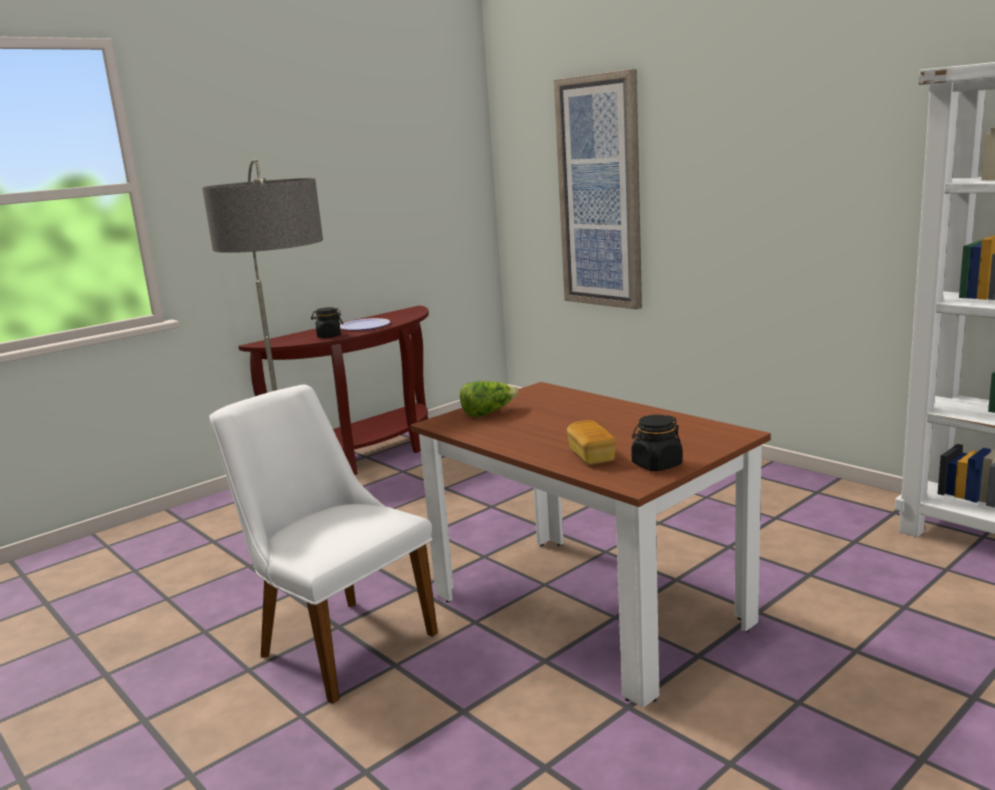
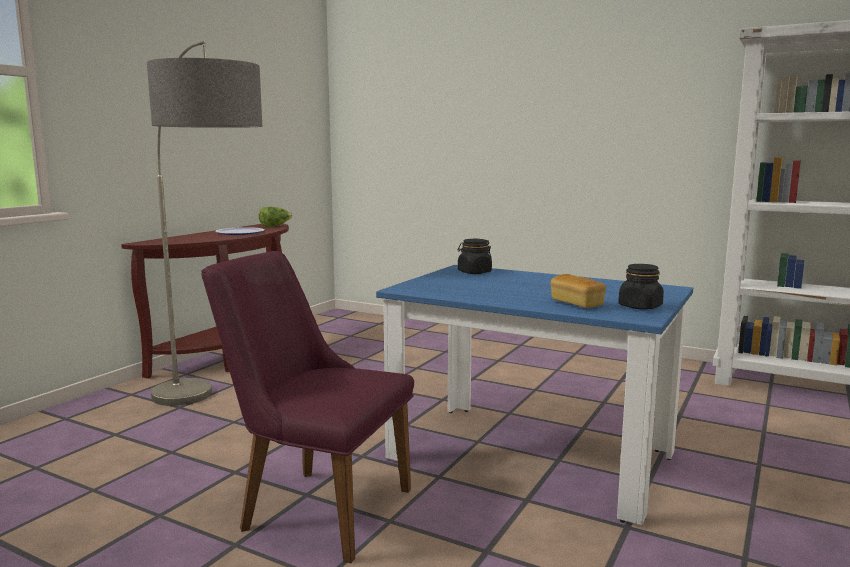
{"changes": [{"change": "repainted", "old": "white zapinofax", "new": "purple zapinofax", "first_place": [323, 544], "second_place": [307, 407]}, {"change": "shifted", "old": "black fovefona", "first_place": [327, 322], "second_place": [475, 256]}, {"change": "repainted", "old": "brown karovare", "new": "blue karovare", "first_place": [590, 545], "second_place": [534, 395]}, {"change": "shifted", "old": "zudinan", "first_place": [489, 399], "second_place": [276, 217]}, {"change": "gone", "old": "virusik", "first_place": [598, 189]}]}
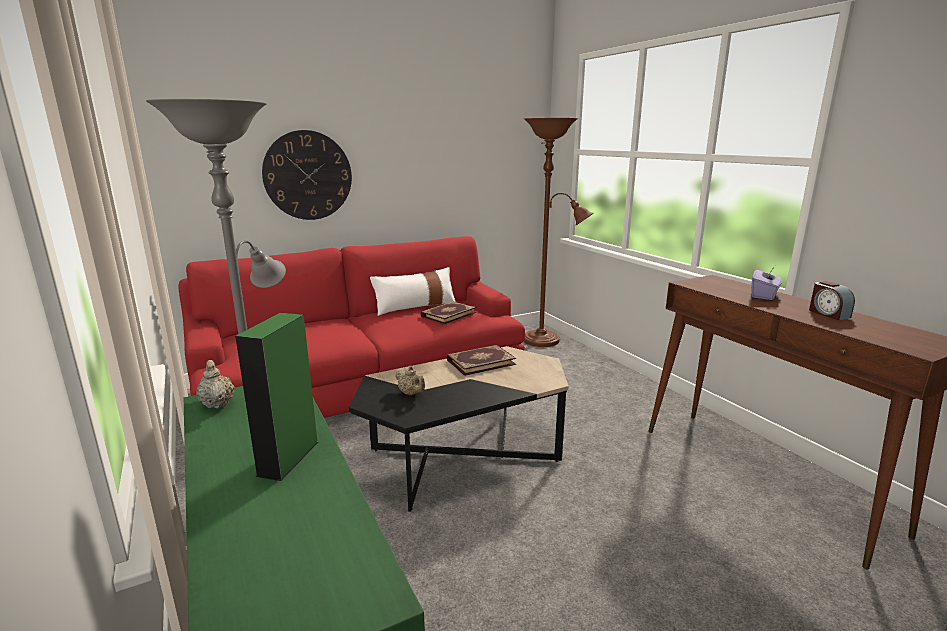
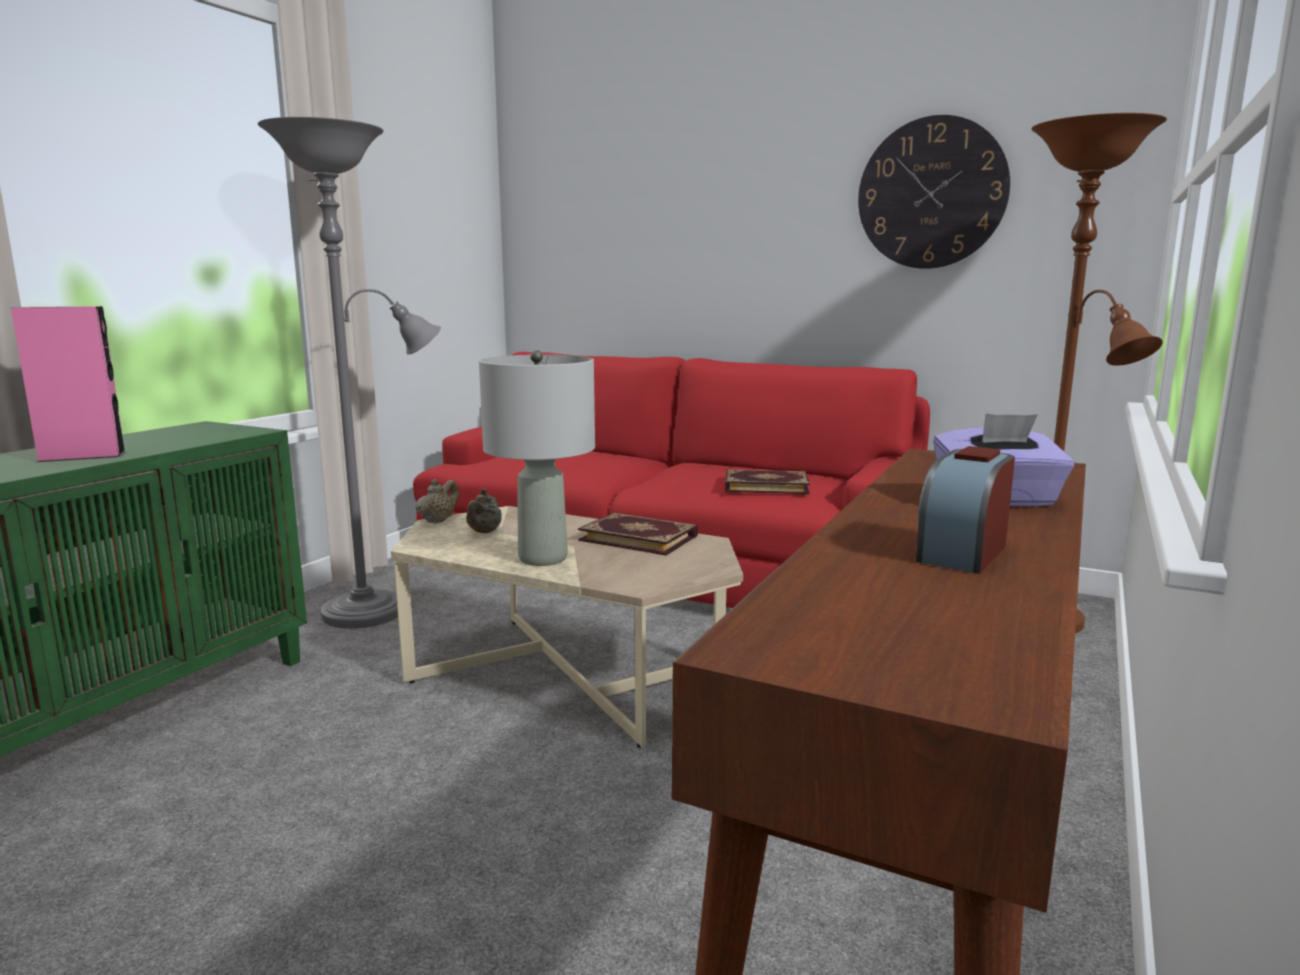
{"changes": [{"change": "shifted", "old": "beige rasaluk", "first_place": [215, 384], "second_place": [437, 501]}, {"change": "repainted", "old": "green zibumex", "new": "pink zibumex", "first_place": [276, 397], "second_place": [68, 384]}, {"change": "shifted", "old": "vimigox", "first_place": [307, 175], "second_place": [934, 192]}, {"change": "repainted", "old": "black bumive", "new": "beige bumive", "first_place": [458, 429], "second_place": [567, 627]}, {"change": "gone", "old": "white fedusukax", "first_place": [413, 291]}, {"change": "new", "new": "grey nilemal", "second_place": [537, 458]}]}
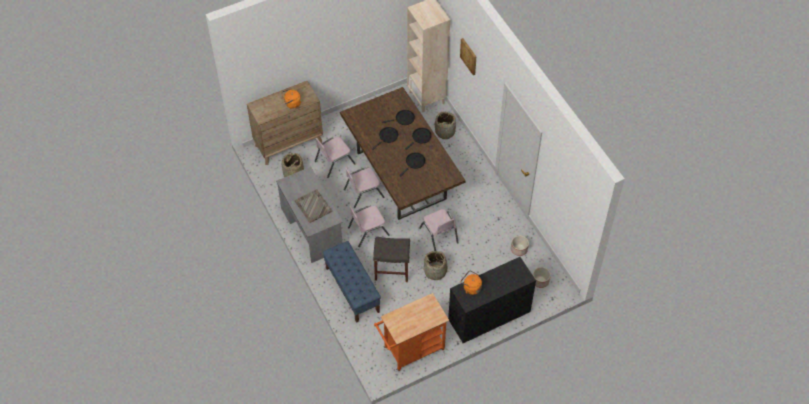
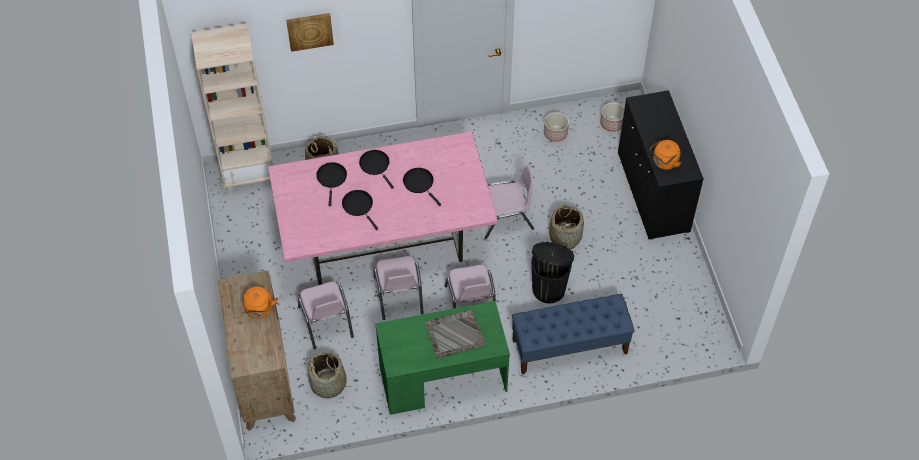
{"changes": [{"change": "repainted", "old": "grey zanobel", "new": "green zanobel", "first_place": [309, 215], "second_place": [442, 358]}, {"change": "repainted", "old": "brown karovare", "new": "pink karovare", "first_place": [402, 153], "second_place": [383, 208]}, {"change": "swapped", "old": "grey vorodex", "new": "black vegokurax", "first_place": [391, 259], "second_place": [552, 272]}, {"change": "gone", "old": "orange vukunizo", "first_place": [411, 332]}]}
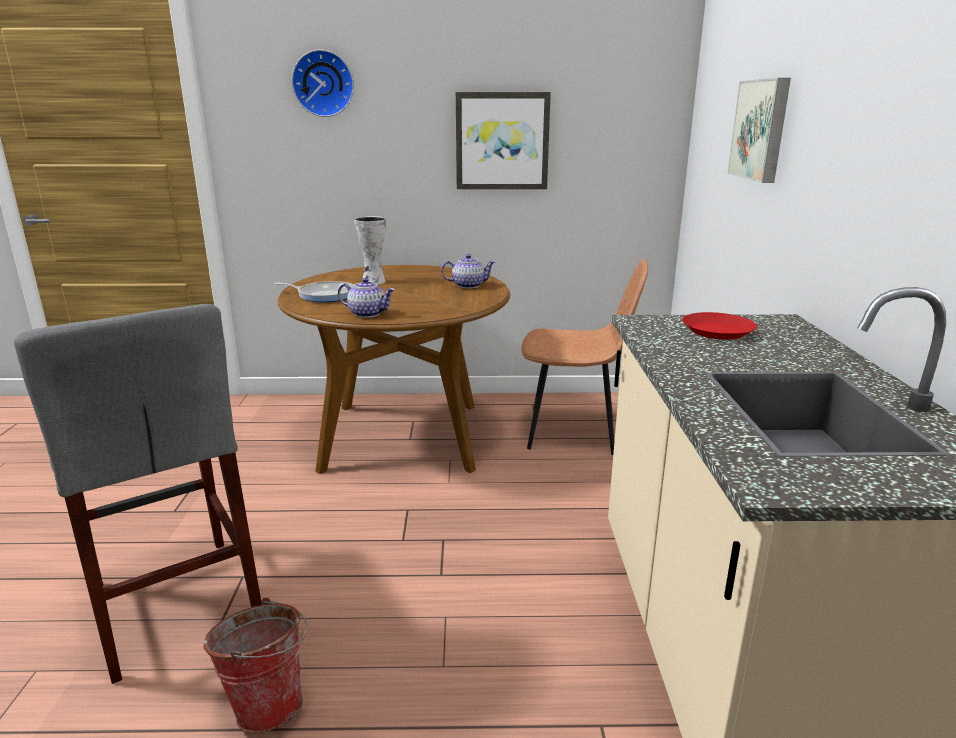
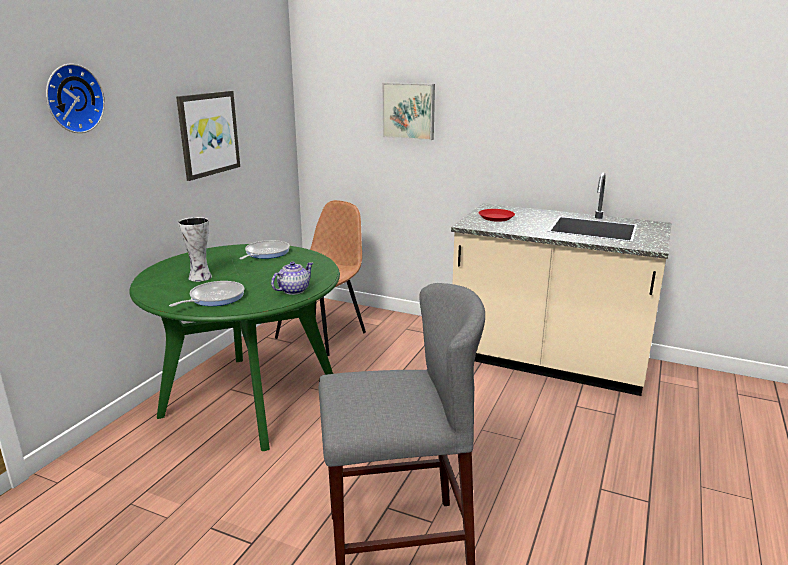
{"changes": [{"change": "gone", "old": "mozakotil", "first_place": [255, 665]}, {"change": "repainted", "old": "brown karovare", "new": "green karovare", "first_place": [393, 369], "second_place": [234, 347]}, {"change": "swapped", "old": "rasaluk", "new": "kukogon", "first_place": [468, 271], "second_place": [264, 249]}]}
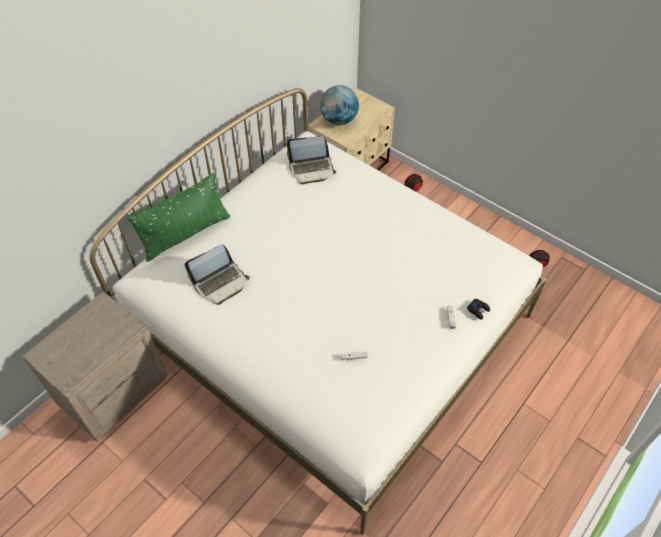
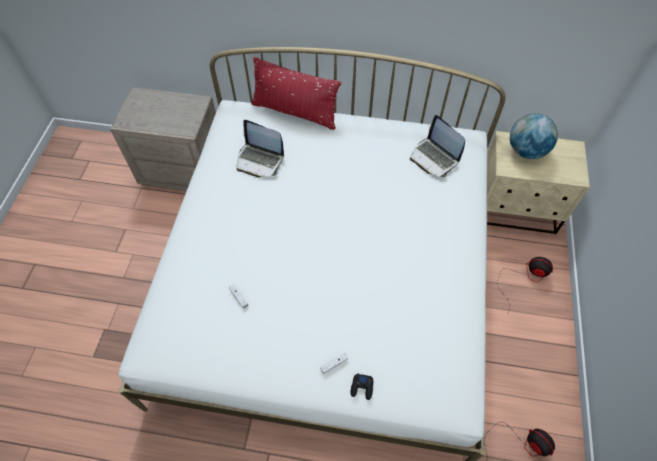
{"changes": [{"change": "repainted", "old": "green fedusukax", "new": "red fedusukax", "first_place": [178, 217], "second_place": [296, 93]}]}
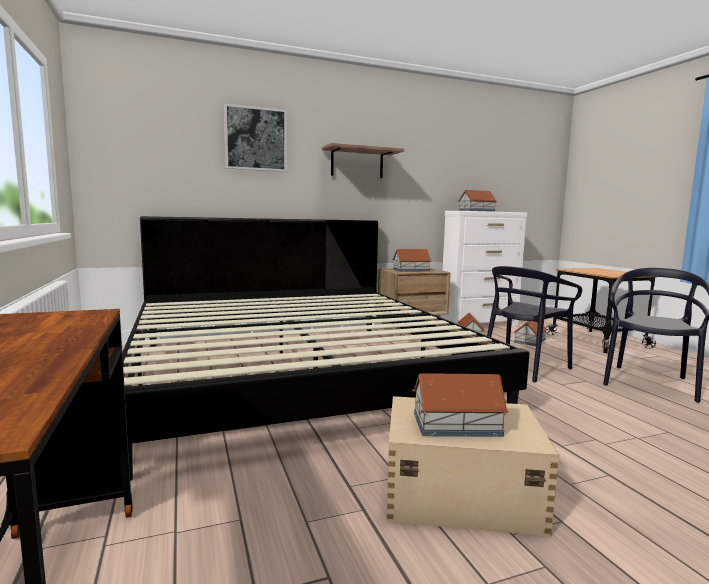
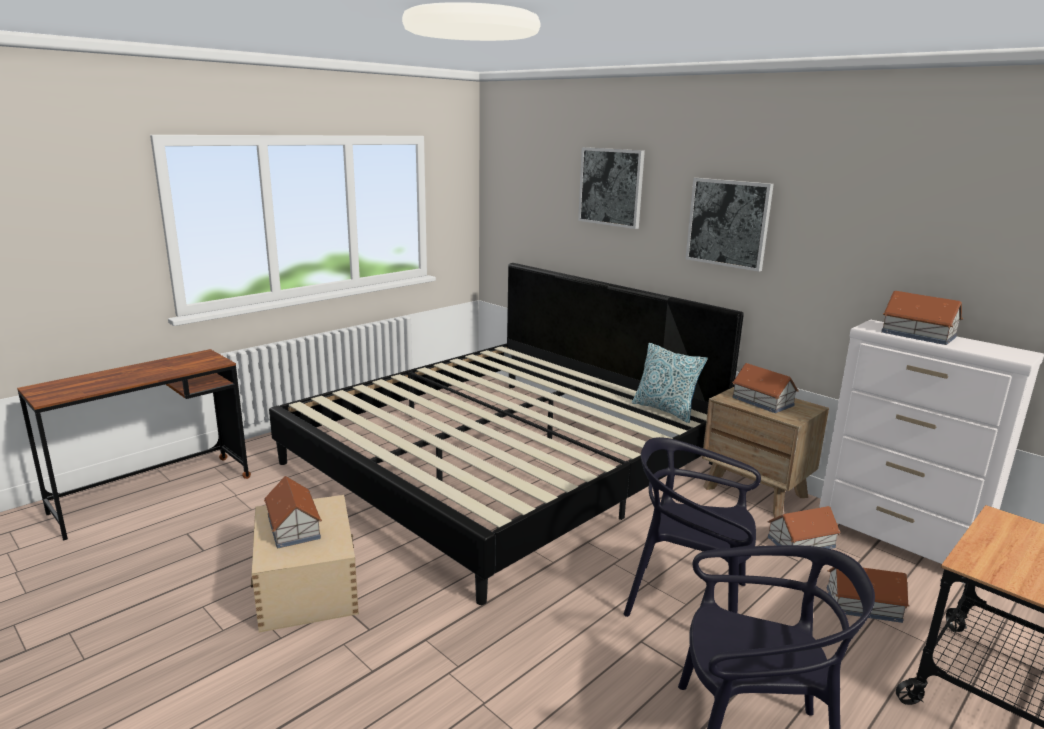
{"changes": [{"change": "swapped", "old": "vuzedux", "new": "virusik", "first_place": [363, 160], "second_place": [730, 225]}, {"change": "new", "new": "fedusukax", "second_place": [670, 383]}]}
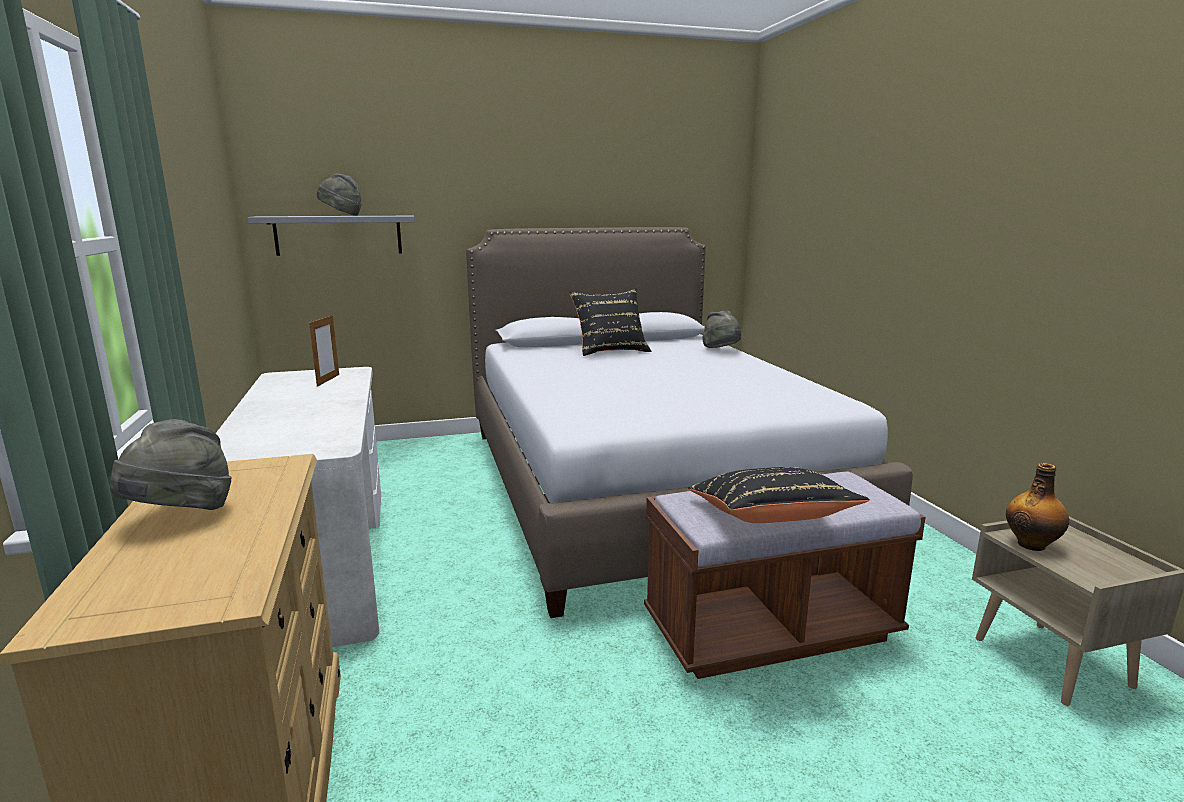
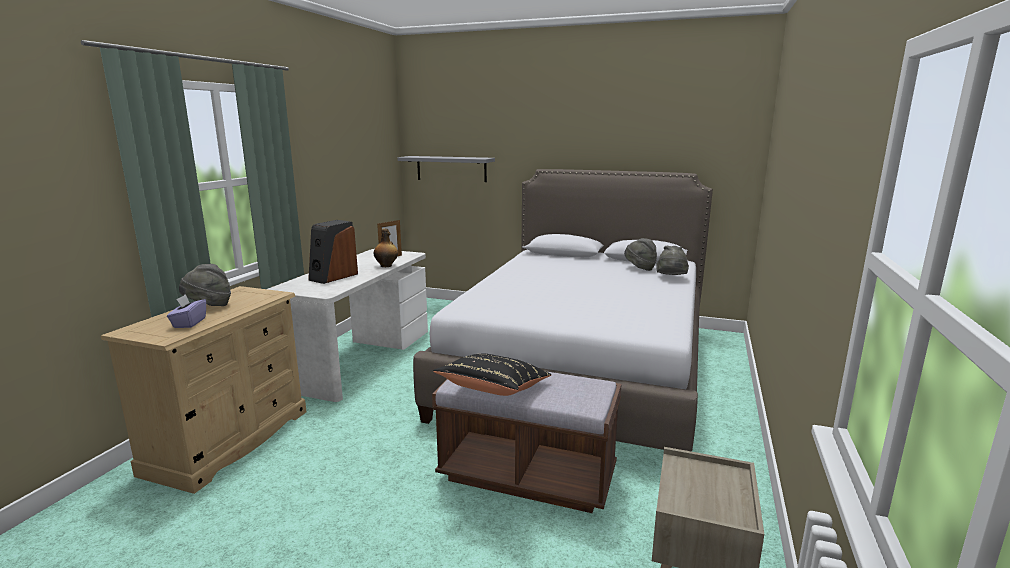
{"changes": [{"change": "shifted", "old": "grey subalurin", "first_place": [339, 194], "second_place": [640, 254]}, {"change": "gone", "old": "black fedusukax", "first_place": [610, 322]}, {"change": "shifted", "old": "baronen", "first_place": [1037, 507], "second_place": [386, 248]}, {"change": "new", "new": "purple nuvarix", "second_place": [186, 311]}, {"change": "new", "new": "zibumex", "second_place": [333, 252]}]}
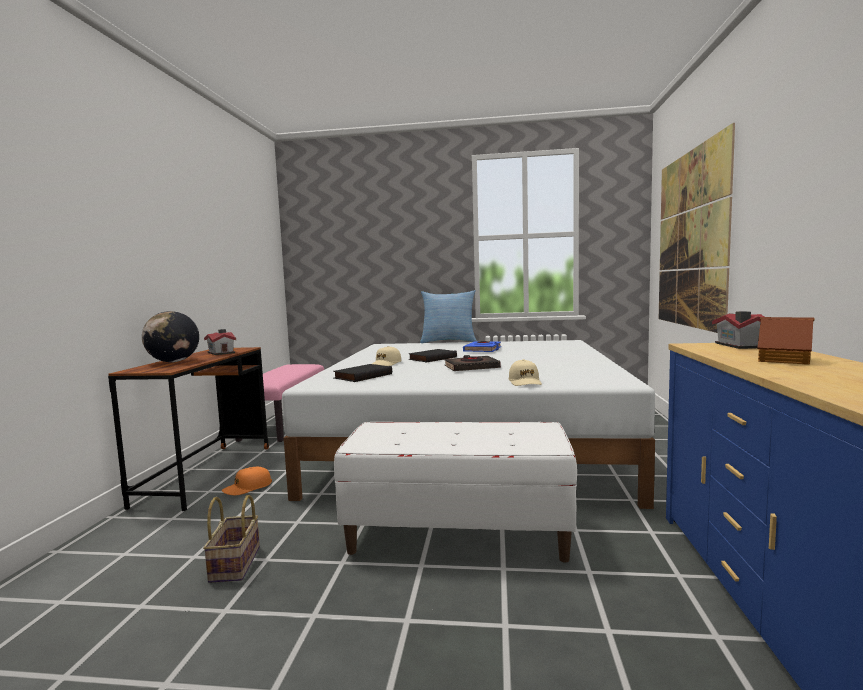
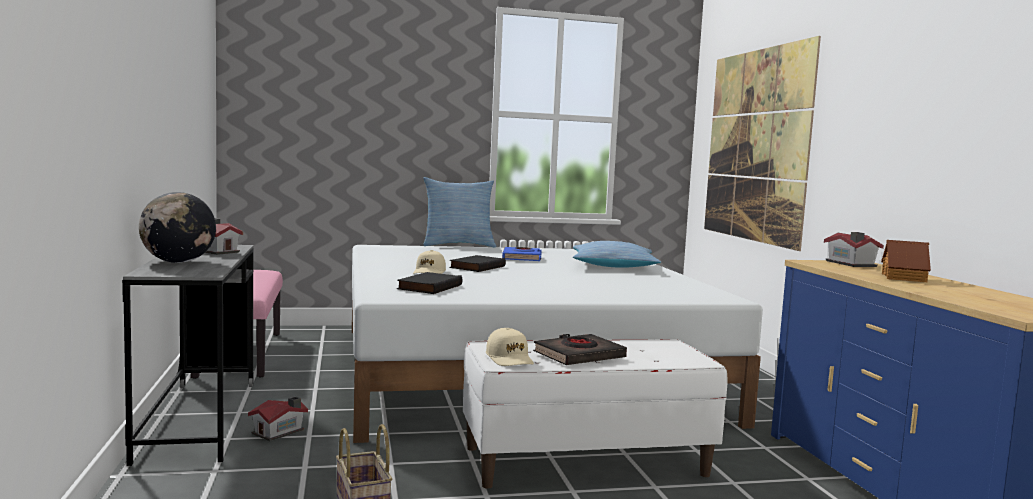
{"changes": [{"change": "repainted", "old": "brown zanobel", "new": "grey zanobel", "first_place": [188, 429], "second_place": [188, 355]}, {"change": "swapped", "old": "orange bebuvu", "new": "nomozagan", "first_place": [247, 481], "second_place": [278, 418]}, {"change": "shifted", "old": "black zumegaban", "first_place": [472, 363], "second_place": [580, 349]}, {"change": "shifted", "old": "beige bebuvu", "first_place": [525, 372], "second_place": [510, 347]}, {"change": "new", "new": "fedusukax", "second_place": [617, 254]}]}
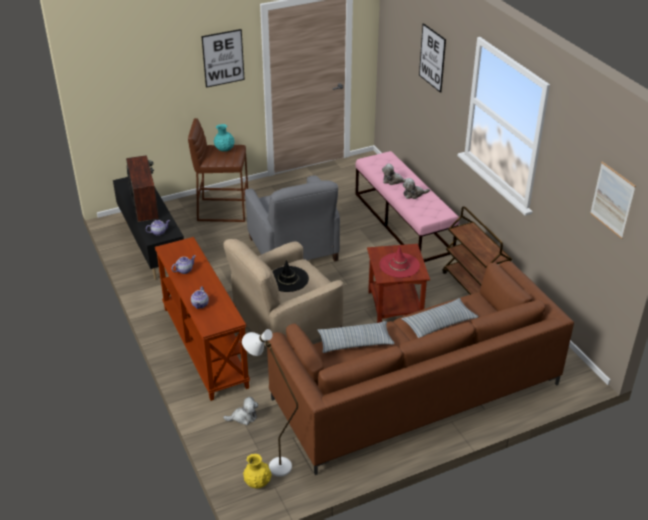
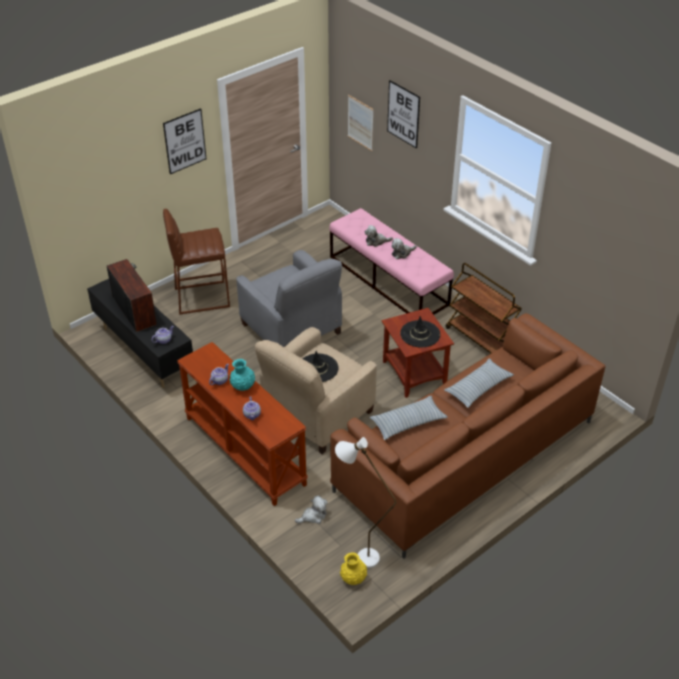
{"changes": [{"change": "shifted", "old": "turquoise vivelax", "first_place": [224, 138], "second_place": [242, 375]}, {"change": "repainted", "old": "red subalurin", "new": "black subalurin", "first_place": [399, 262], "second_place": [420, 332]}, {"change": "shifted", "old": "virusik", "first_place": [613, 200], "second_place": [361, 123]}]}
